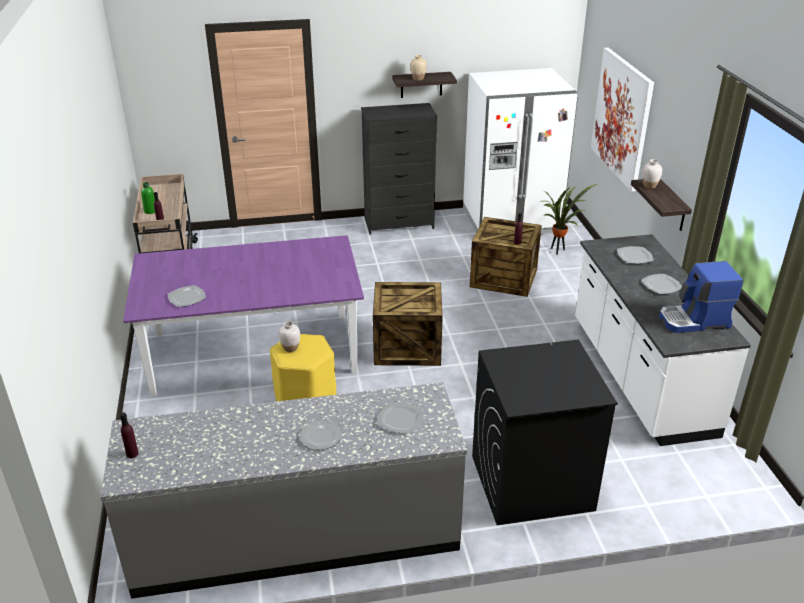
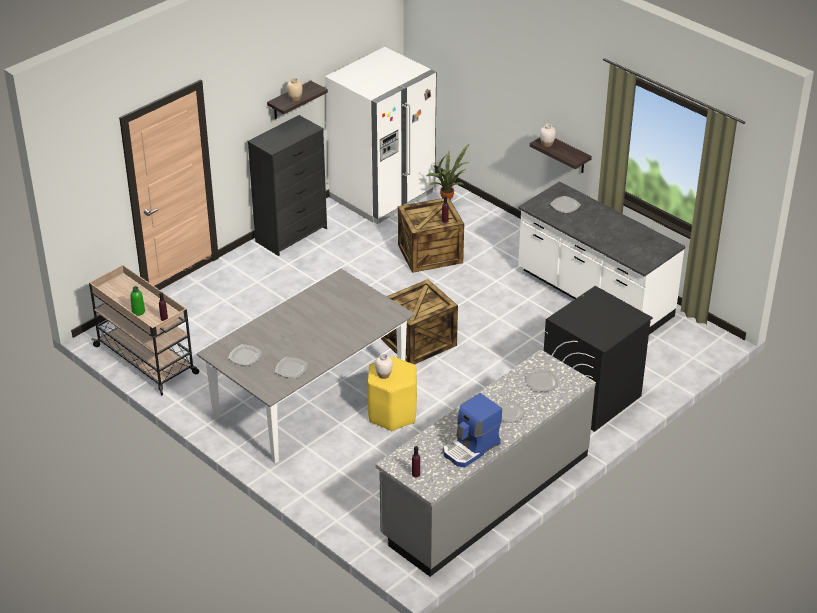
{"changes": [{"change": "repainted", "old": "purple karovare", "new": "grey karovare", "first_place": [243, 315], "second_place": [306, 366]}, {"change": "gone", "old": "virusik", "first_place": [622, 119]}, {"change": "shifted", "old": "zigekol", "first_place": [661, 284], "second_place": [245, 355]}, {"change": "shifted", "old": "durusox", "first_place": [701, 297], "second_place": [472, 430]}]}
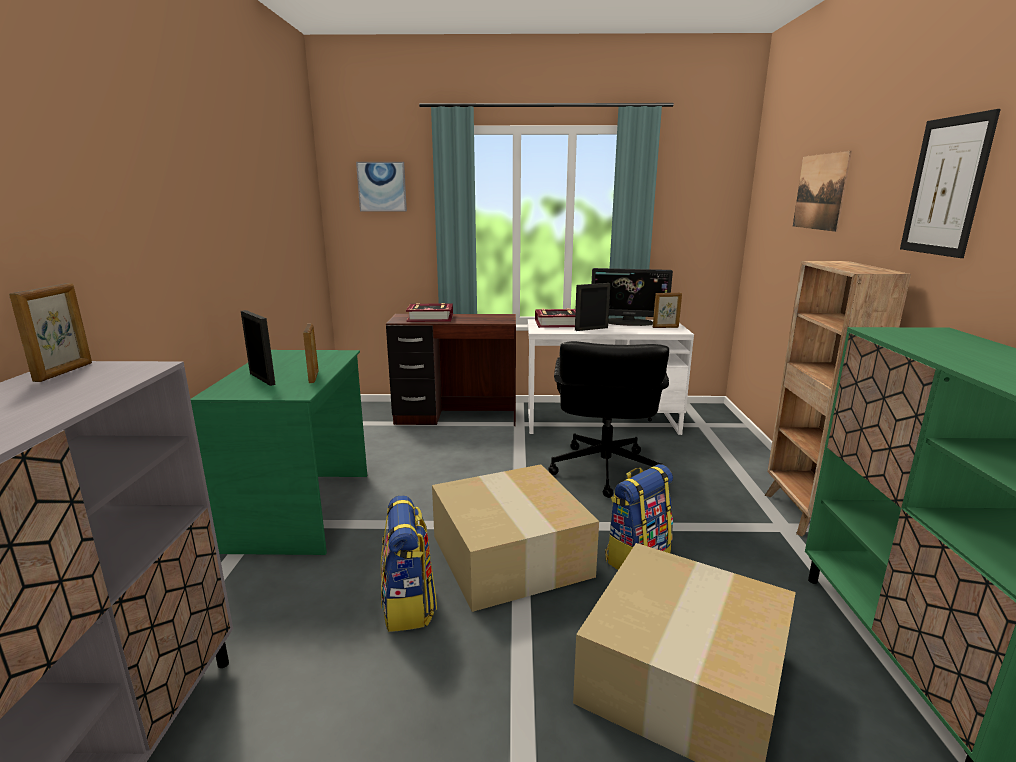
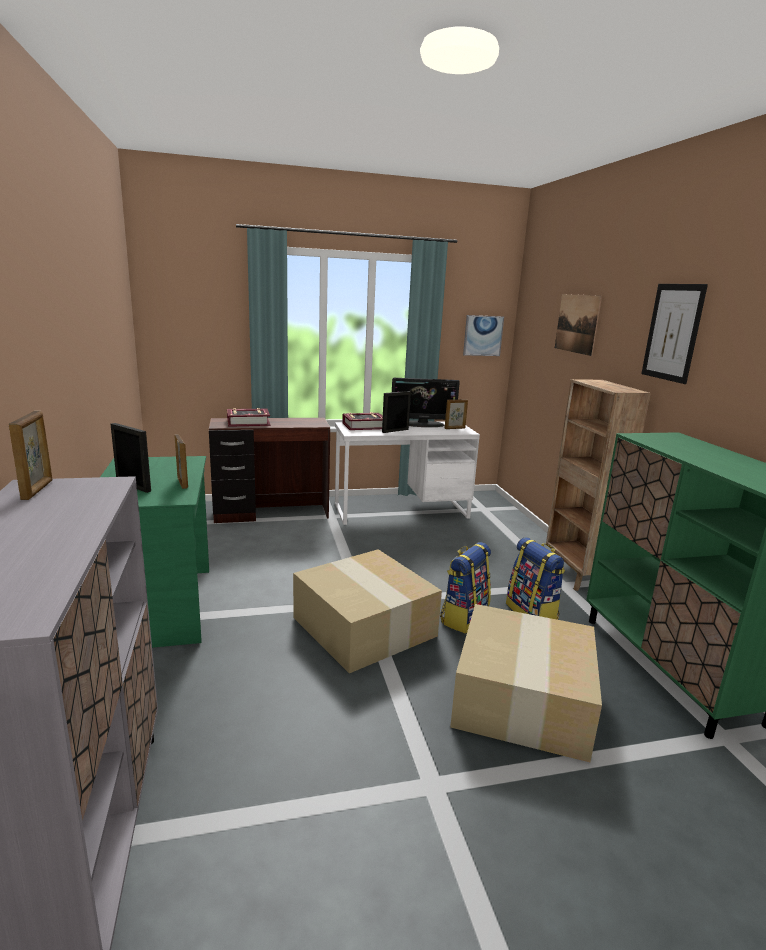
{"changes": [{"change": "shifted", "old": "virusik", "first_place": [381, 186], "second_place": [483, 335]}, {"change": "shifted", "old": "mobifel", "first_place": [409, 563], "second_place": [535, 578]}, {"change": "gone", "old": "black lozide", "first_place": [608, 419]}]}
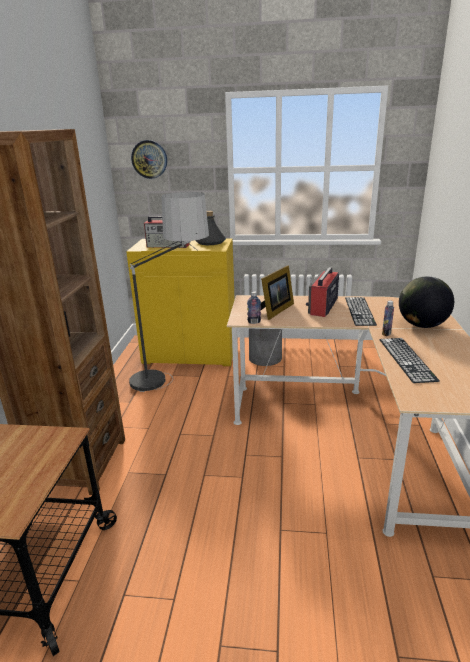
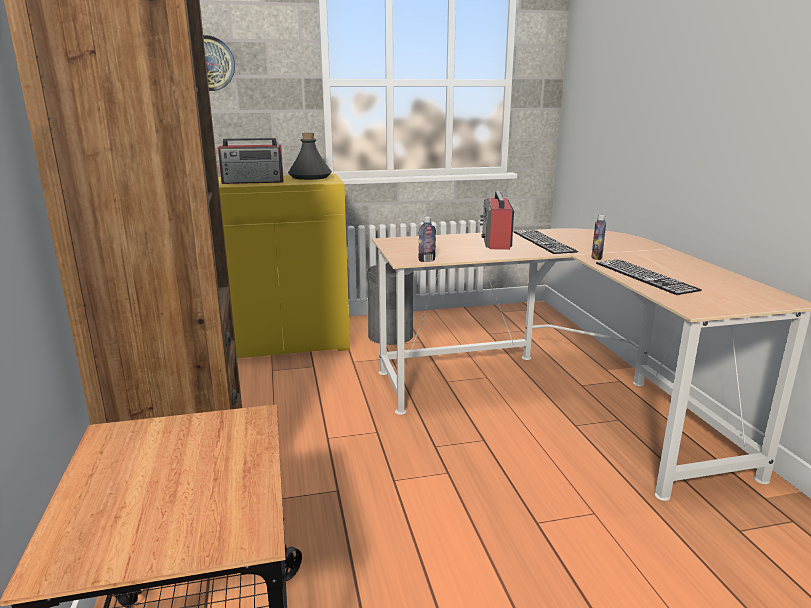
{"changes": [{"change": "gone", "old": "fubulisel", "first_place": [169, 292]}, {"change": "gone", "old": "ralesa", "first_place": [277, 292]}, {"change": "gone", "old": "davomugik", "first_place": [426, 302]}]}
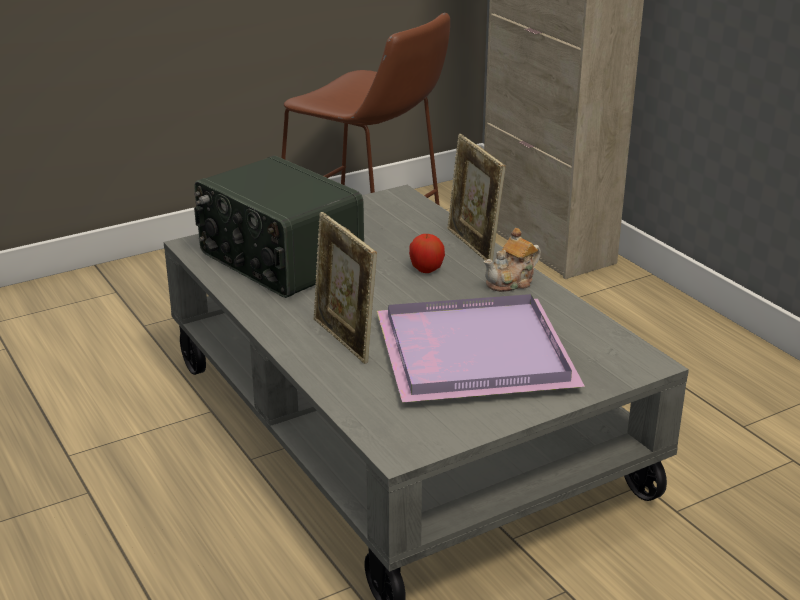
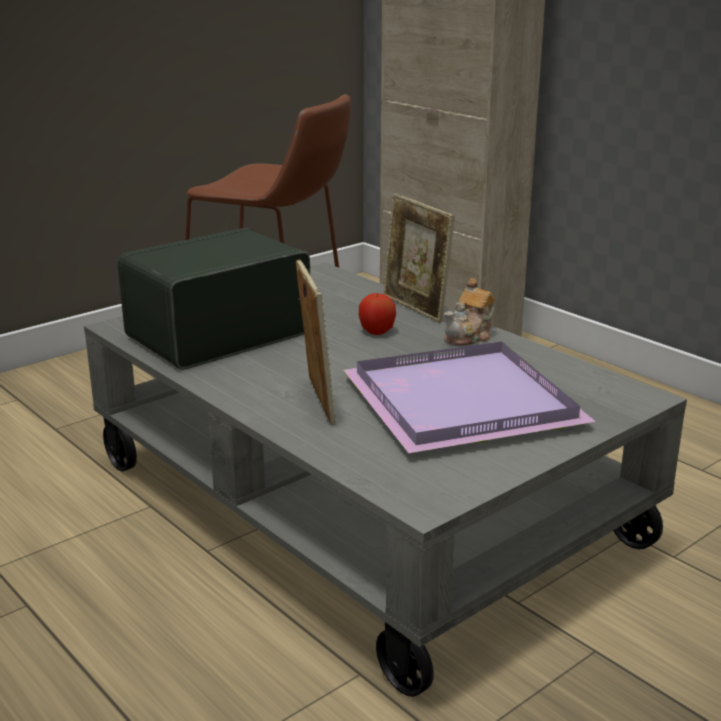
{"changes": [{"change": "rotated", "old": "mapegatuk", "first_place": [279, 227], "second_place": [214, 299], "degrees": 105}, {"change": "rotated", "old": "ralesa", "first_place": [345, 288], "second_place": [316, 342], "degrees": -150}]}
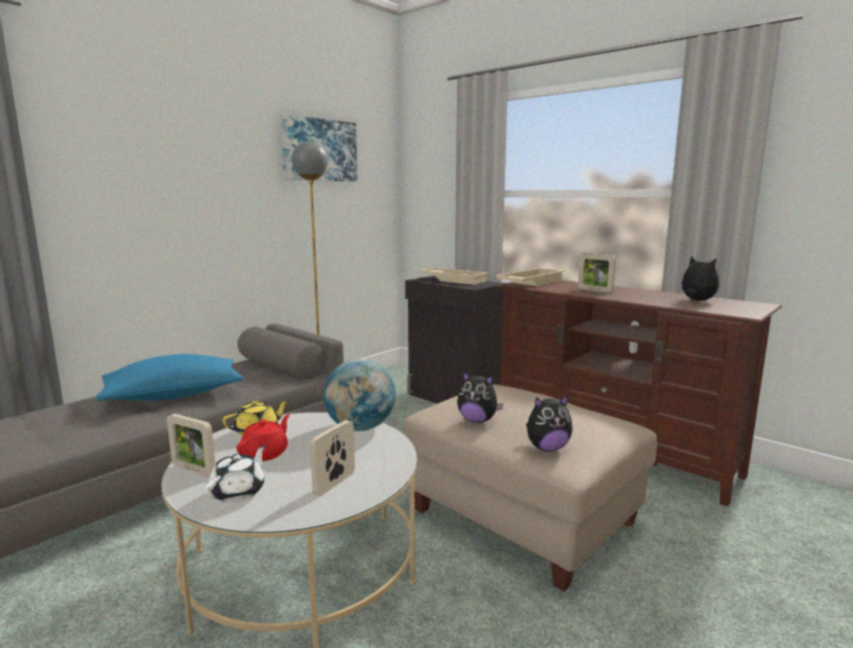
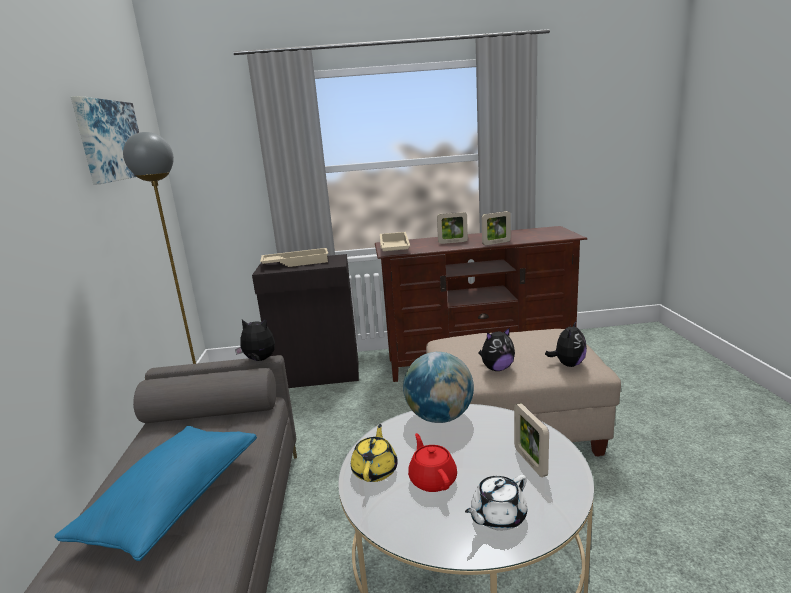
{"changes": [{"change": "shifted", "old": "ralesa", "first_place": [191, 445], "second_place": [496, 228]}, {"change": "rotated", "old": "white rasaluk", "first_place": [235, 474], "second_place": [496, 503], "degrees": -105}, {"change": "shifted", "old": "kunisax", "first_place": [697, 278], "second_place": [255, 340]}]}
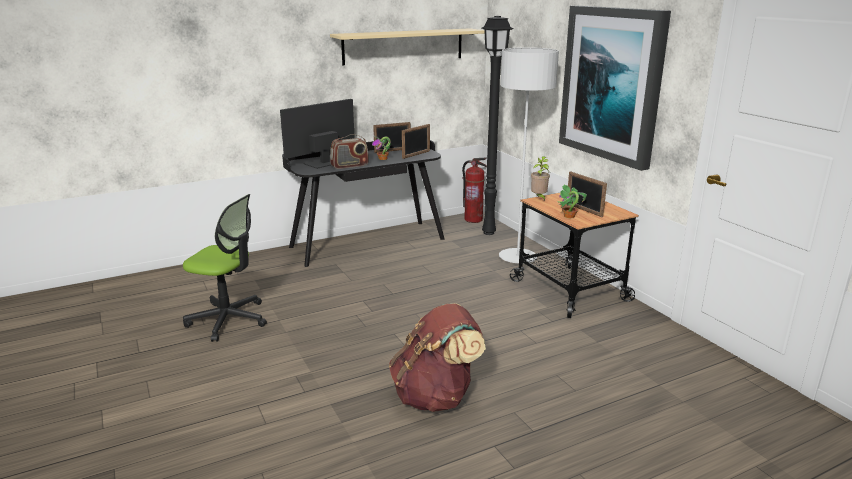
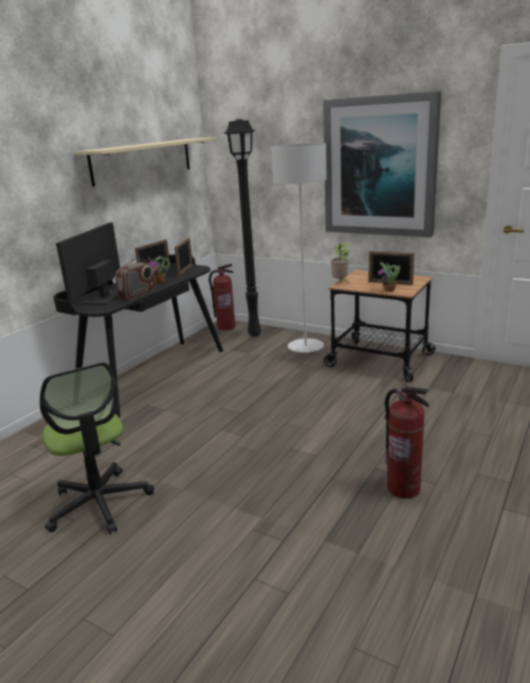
{"changes": [{"change": "rotated", "old": "lozide", "first_place": [225, 268], "second_place": [97, 448], "degrees": 75}, {"change": "swapped", "old": "brown mobifel", "new": "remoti", "first_place": [437, 357], "second_place": [407, 442]}]}
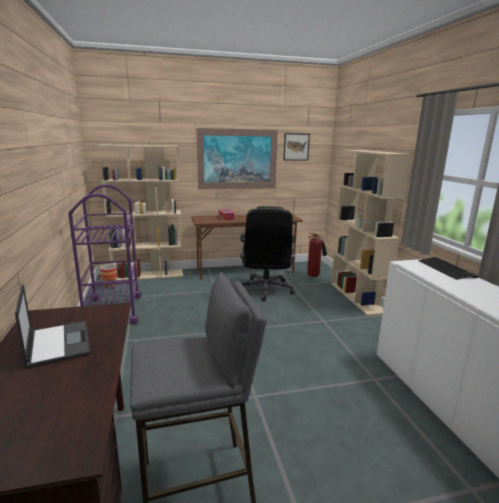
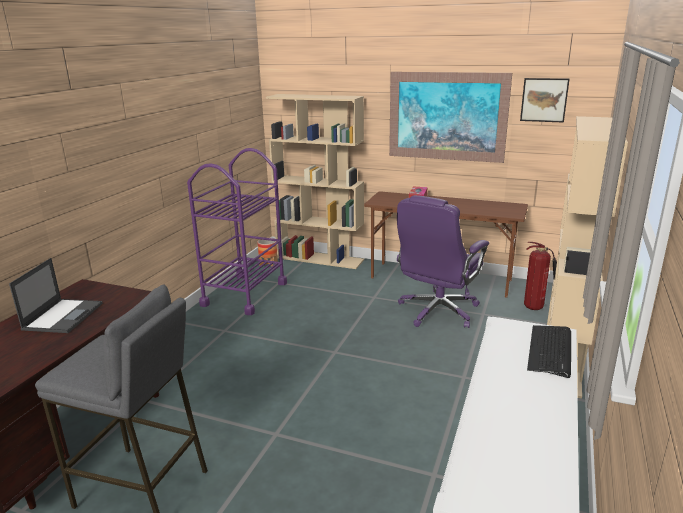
{"changes": [{"change": "repainted", "old": "black lozide", "new": "purple lozide", "first_place": [267, 253], "second_place": [443, 261]}]}
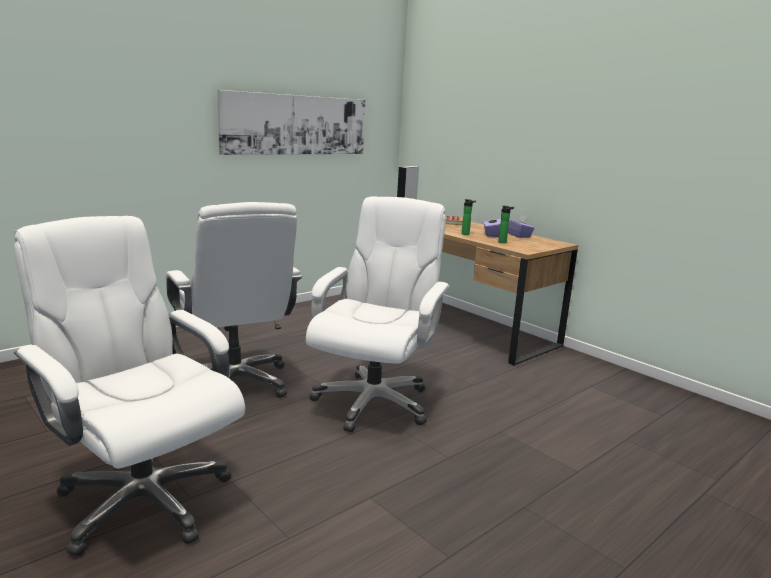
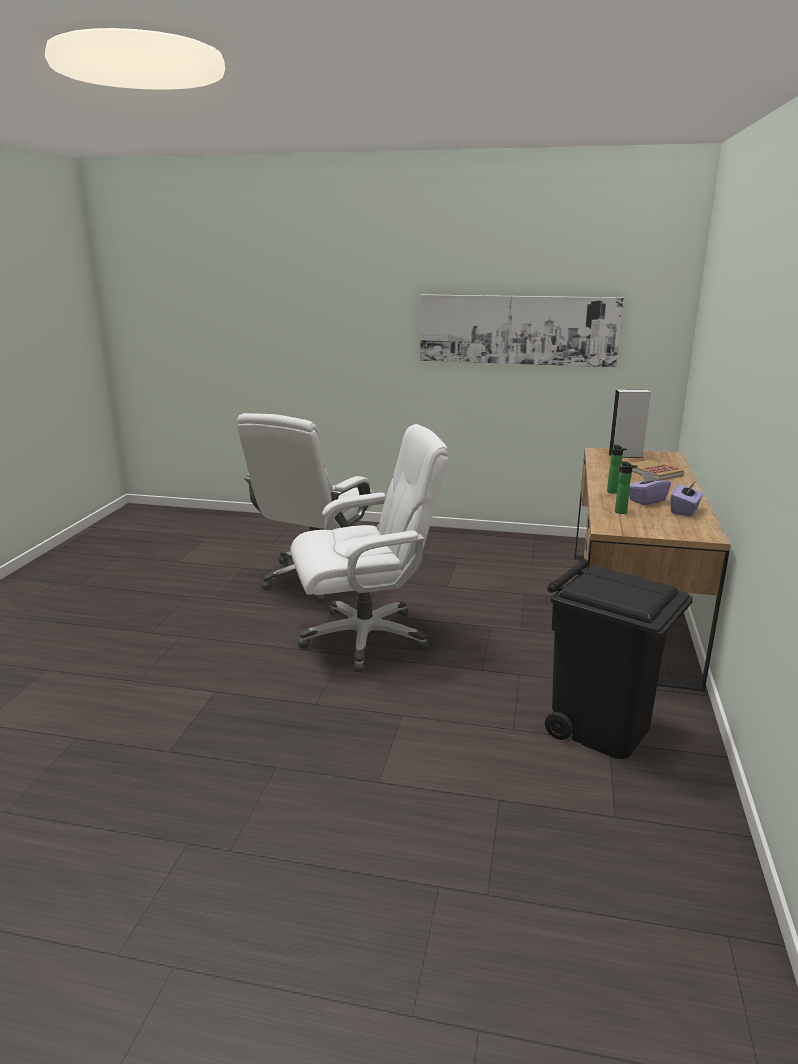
{"changes": [{"change": "gone", "old": "white lozide", "first_place": [129, 386]}, {"change": "new", "new": "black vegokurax", "second_place": [619, 659]}]}
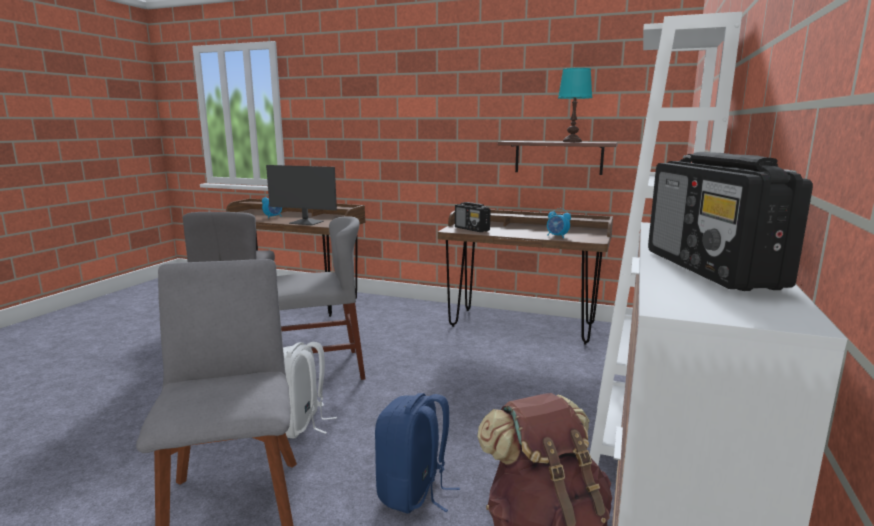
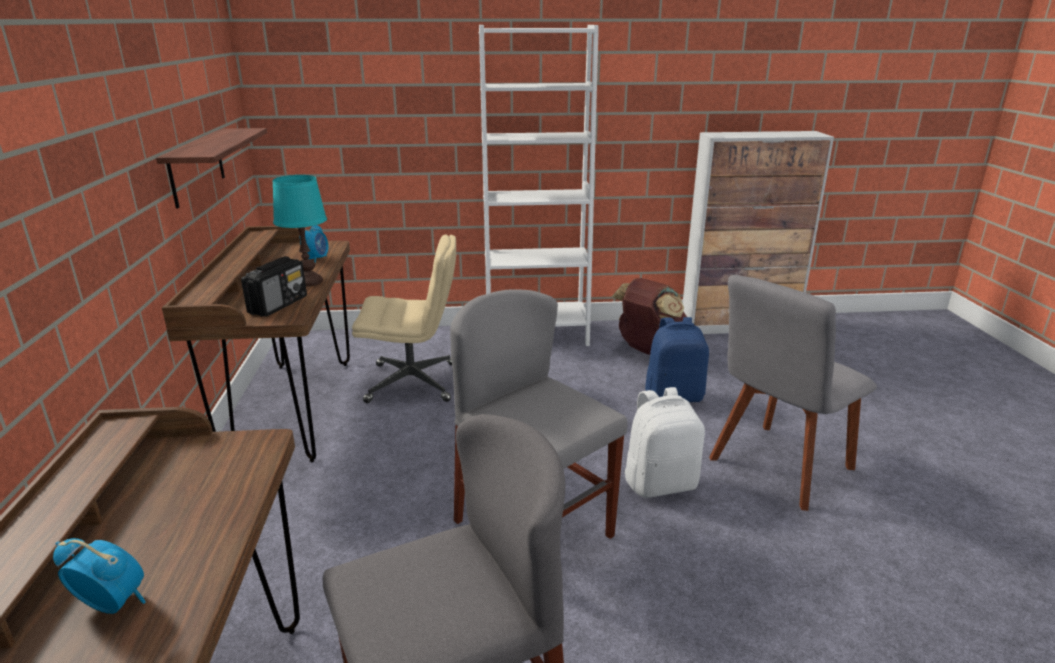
{"changes": [{"change": "gone", "old": "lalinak", "first_place": [301, 195]}, {"change": "shifted", "old": "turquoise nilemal", "first_place": [575, 105], "second_place": [299, 231]}, {"change": "gone", "old": "mapegatuk", "first_place": [730, 221]}, {"change": "new", "new": "beige lozide", "second_place": [404, 319]}]}
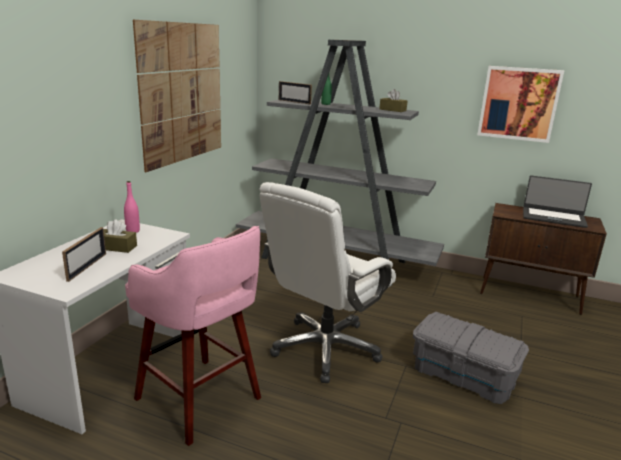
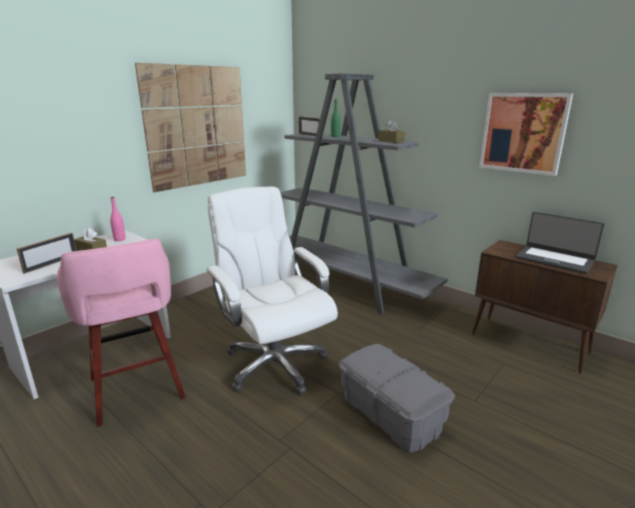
{"changes": [{"change": "rotated", "old": "white lozide", "first_place": [327, 282], "second_place": [272, 290], "degrees": 90}]}
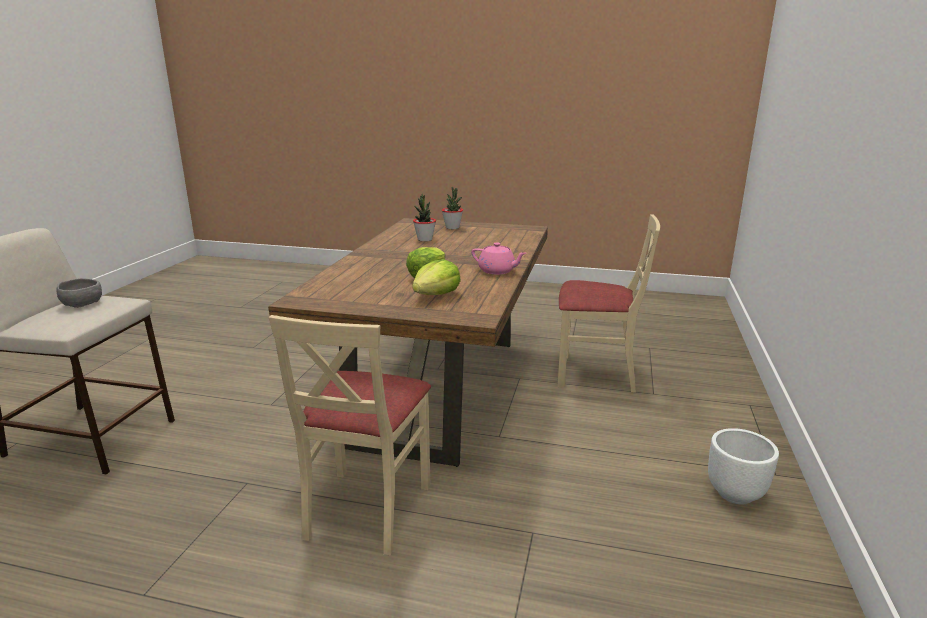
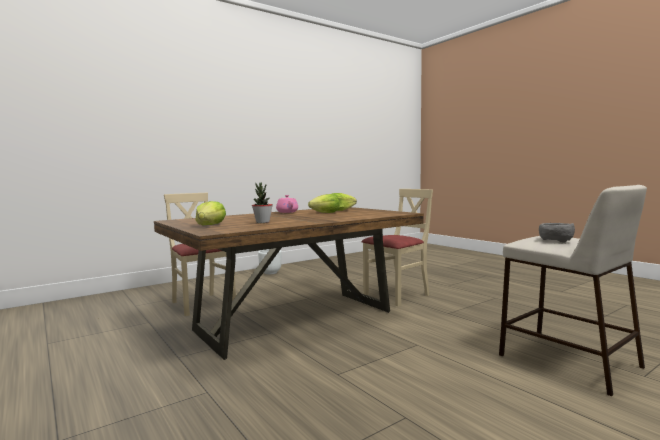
{"changes": [{"change": "swapped", "old": "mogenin", "new": "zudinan", "first_place": [452, 208], "second_place": [211, 213]}]}
